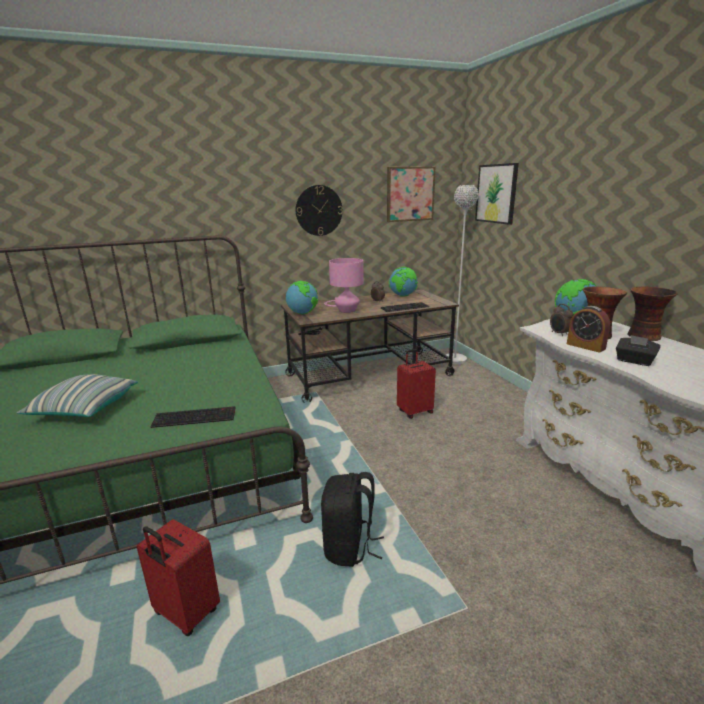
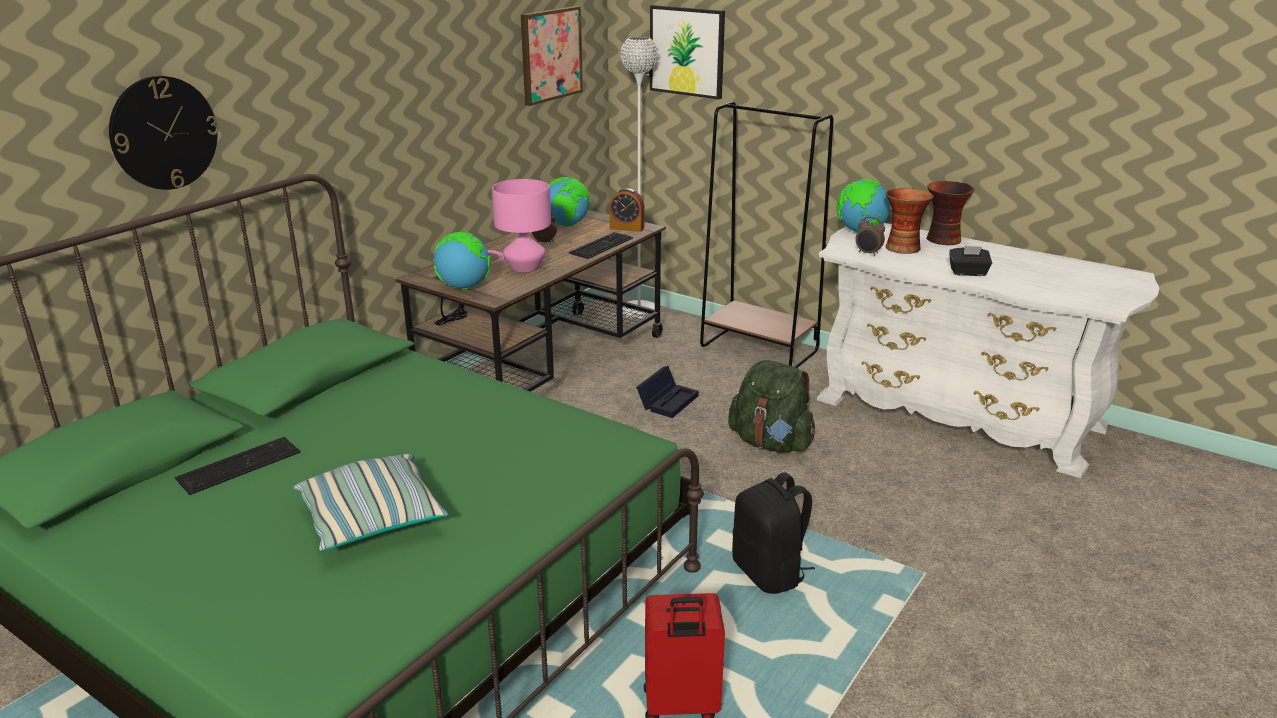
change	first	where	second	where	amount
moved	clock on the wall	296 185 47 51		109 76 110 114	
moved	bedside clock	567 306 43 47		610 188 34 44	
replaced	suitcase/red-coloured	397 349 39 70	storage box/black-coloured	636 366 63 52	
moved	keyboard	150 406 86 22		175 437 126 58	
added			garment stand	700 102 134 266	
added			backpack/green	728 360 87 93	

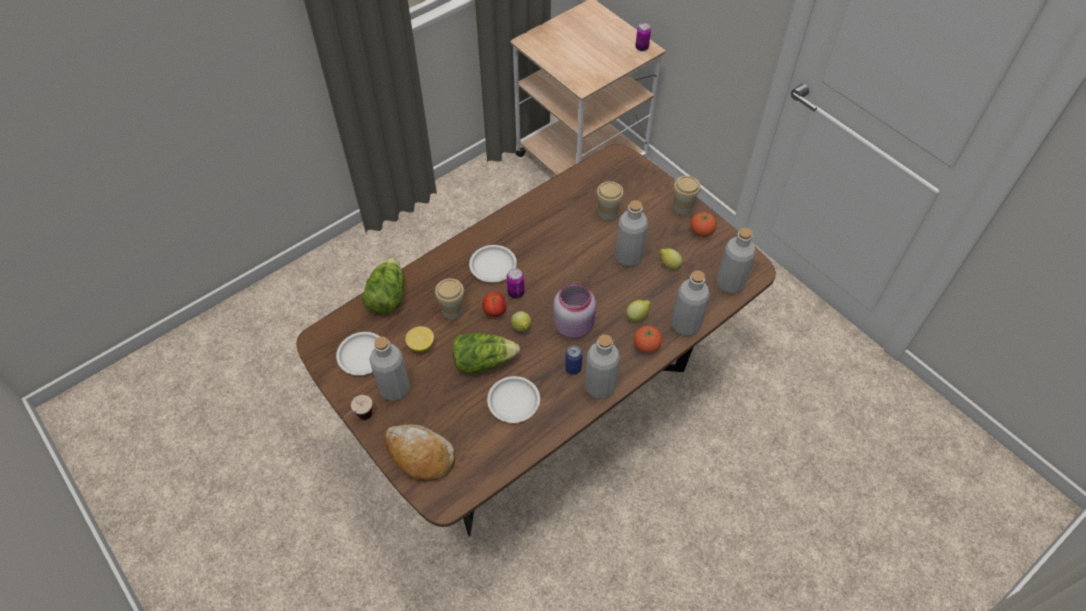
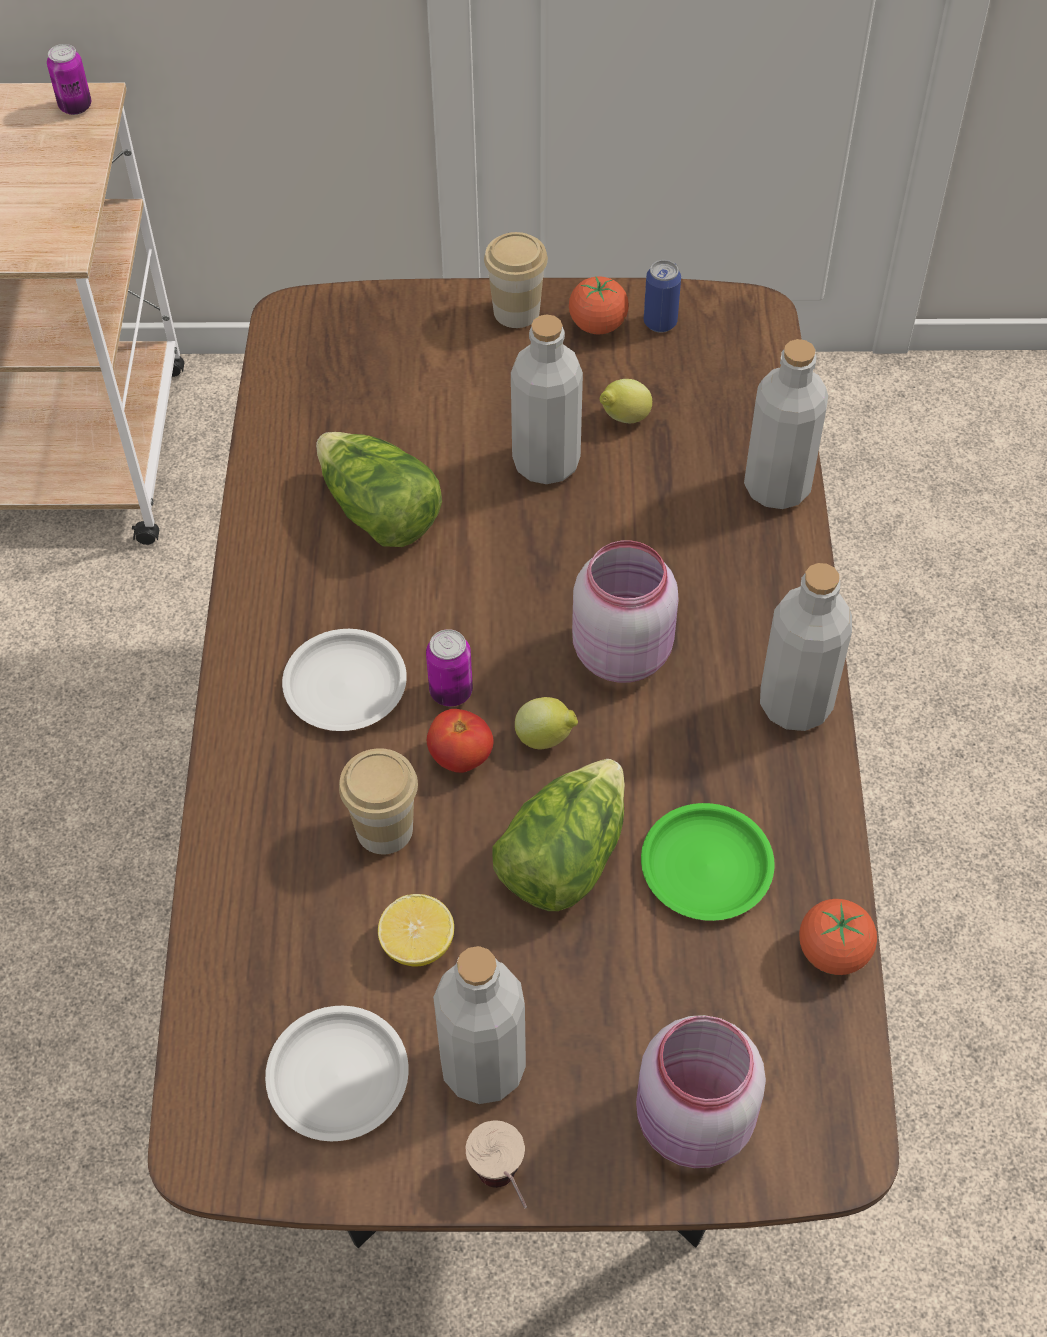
change	first	where	second	where	amount
removed	small cup	597 181 27 40			
removed	drink bottle/grey	716 228 40 66			
moved	lettuce head	362 257 42 58		316 432 126 115	
removed	citrus fruit	626 300 25 22			
moved	tomato	634 326 28 27		799 899 78 76	
moved	sealed can	565 345 18 30		644 260 37 73	
recoloured	flat dish/whitish	487 376 53 47	flat dish/green	641 803 134 118	
replaced	bakery bread	385 424 70 56	jar/pink-coloured	636 1015 130 153	

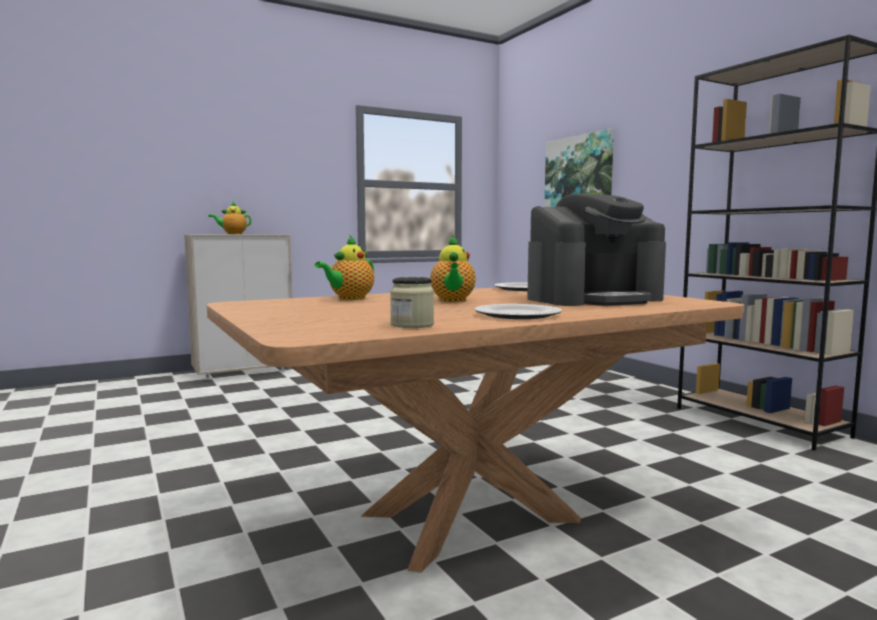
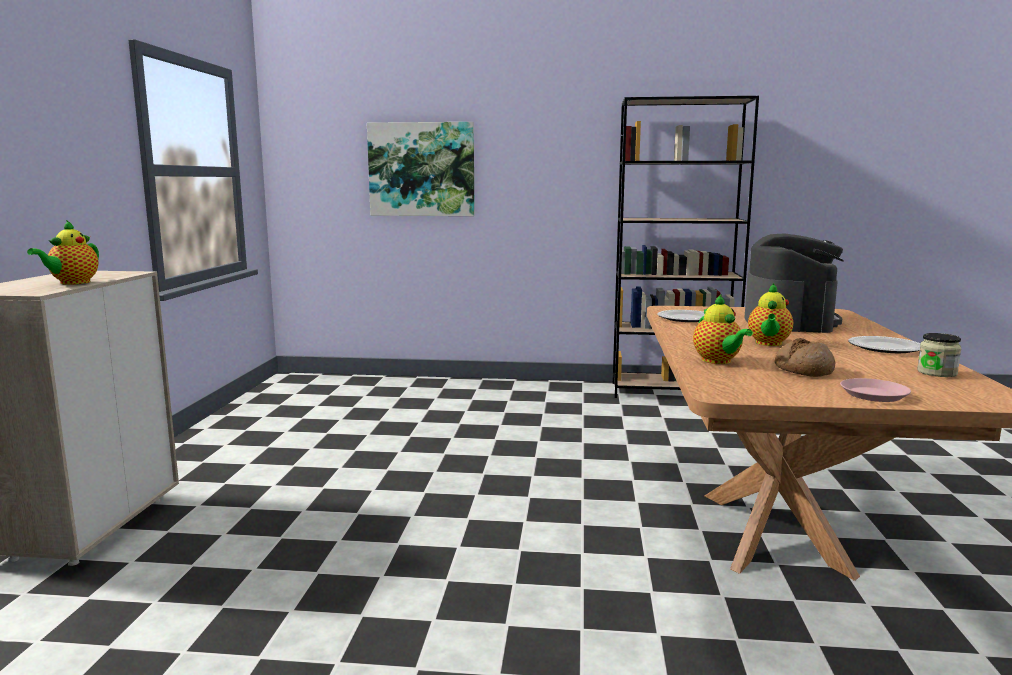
change	first	where	second	where	amount
turned	teapot	430 236 46 66		748 283 45 63	75 degrees clockwise
added			bakery bread	774 338 61 39	
added			flat dish/pink-coloured	840 378 71 24	

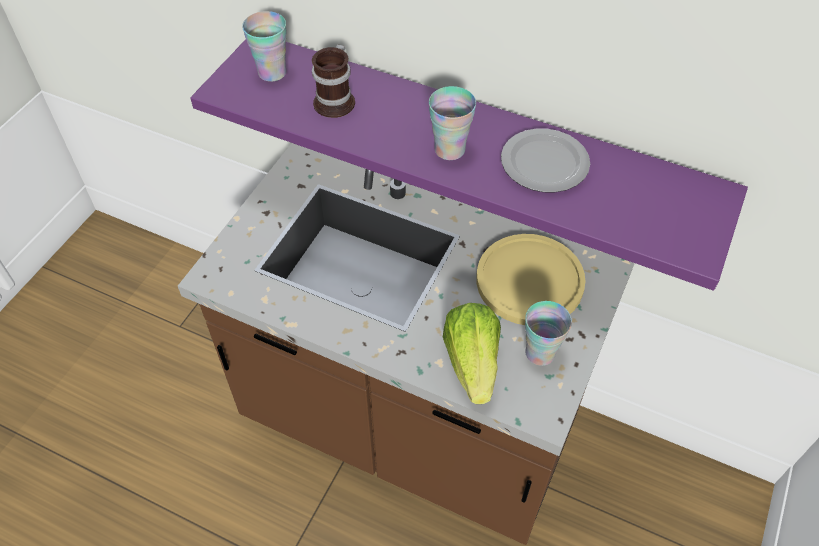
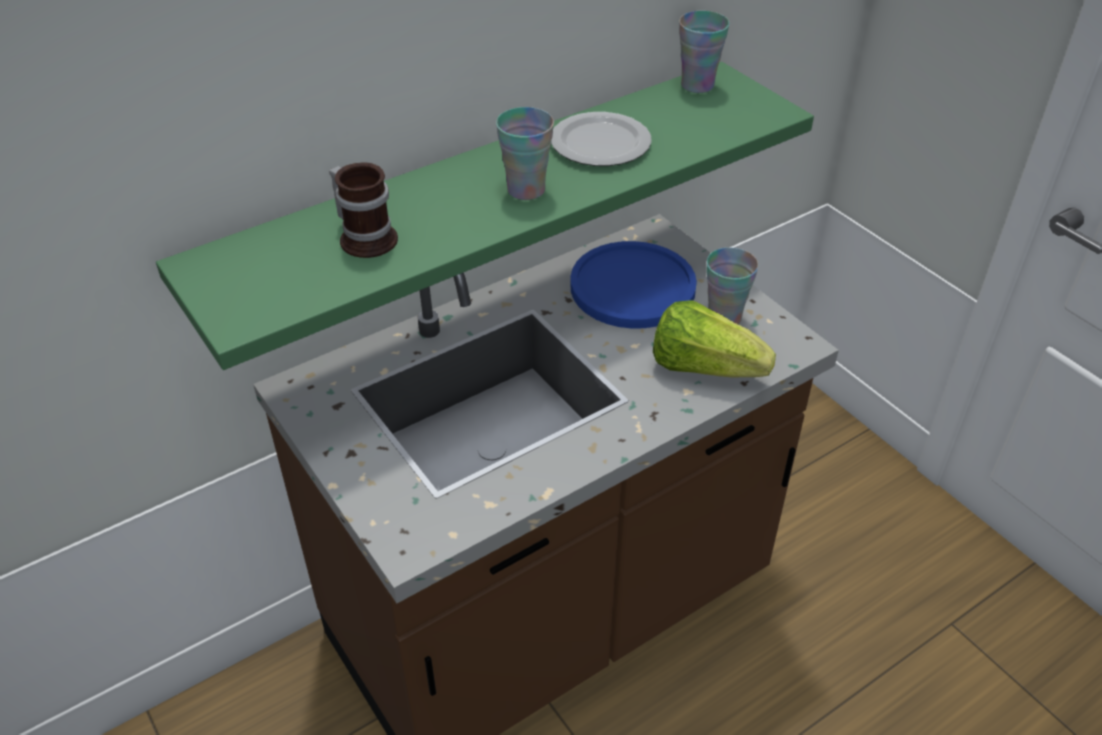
change	first	where	second	where	amount
moved	small cup	242 11 44 71		679 11 51 82	
recoloured	bracket shelf/purple	190 39 558 252	bracket shelf/green	156 62 658 308	
recoloured	flat dish/yellow-coloured	476 234 109 91	flat dish/blue	570 241 127 88	

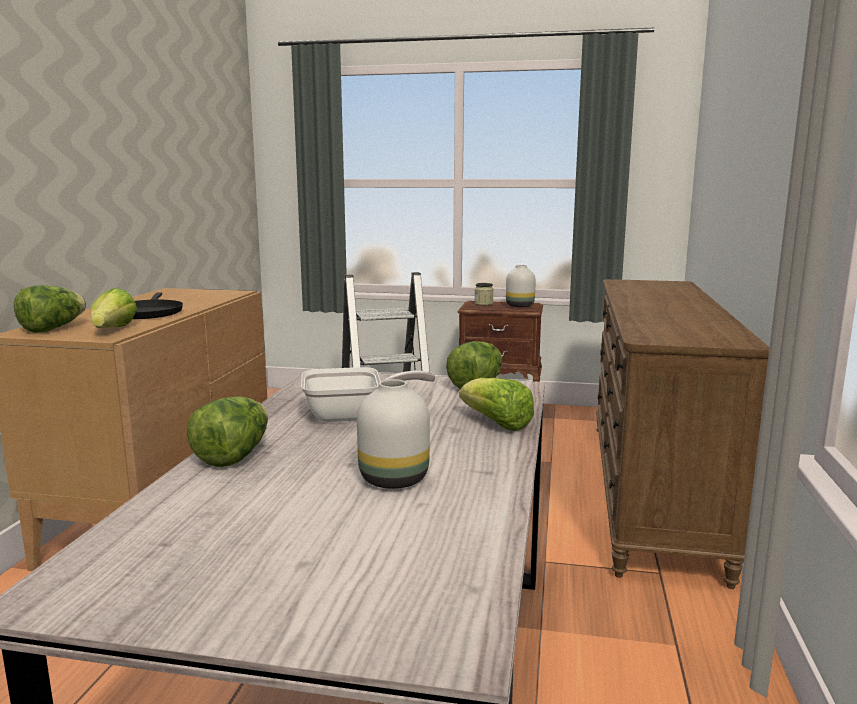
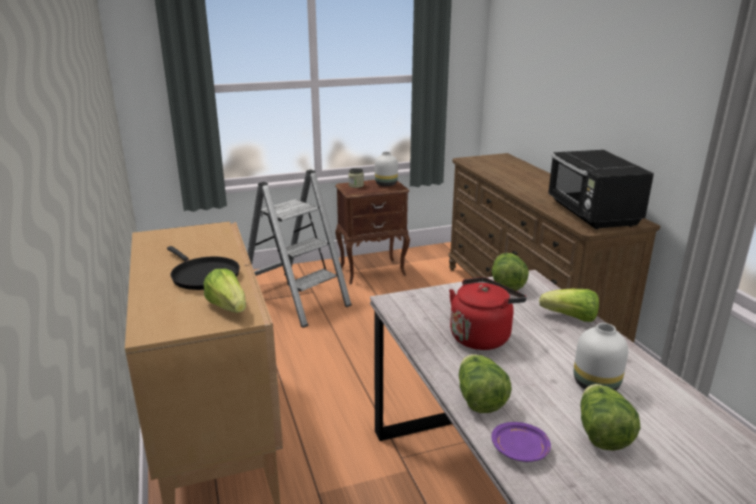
change	first	where	second	where	amount
moved	lettuce head	14 285 72 48		580 384 60 67	
replaced	skillet	301 367 135 55	water kettle/red-coloured	449 277 78 73	
added			microwave oven/black-coloured	548 150 106 79	
added			flat dish/purple	491 422 60 40	

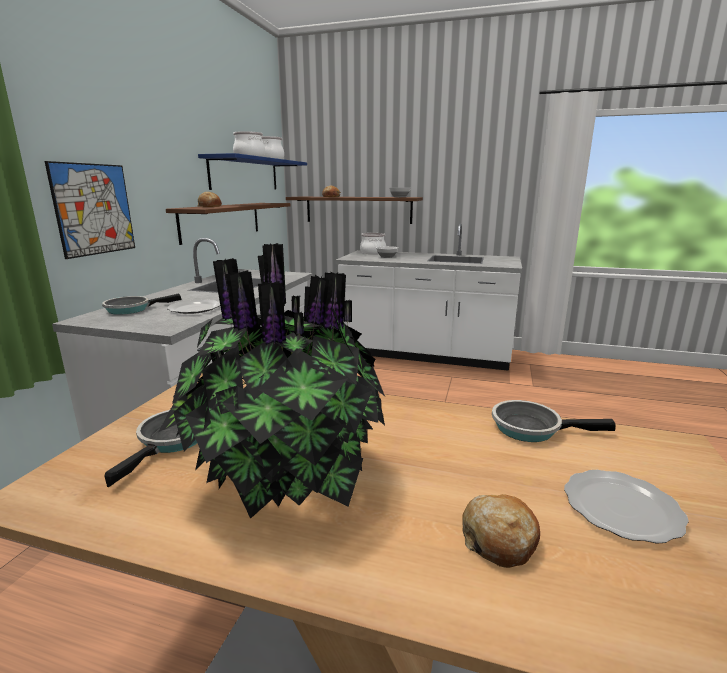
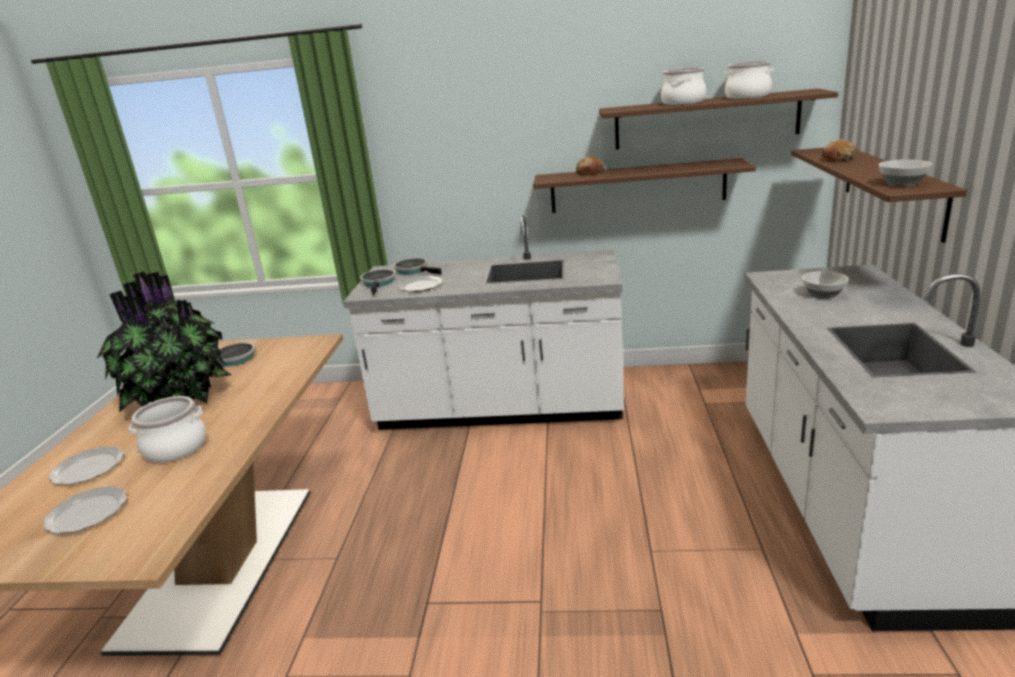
change	first	where	second	where	amount
recoloured	bracket shelf/blue	198 153 109 37	bracket shelf/brown-coloured	599 89 239 61	
removed	wall art	45 161 90 98			
moved	stockpot	360 233 26 21		129 396 77 67	
moved	skillet	492 400 124 42		360 269 36 26	
replaced	bakery bread	462 494 78 74	flat dish	49 446 75 39	

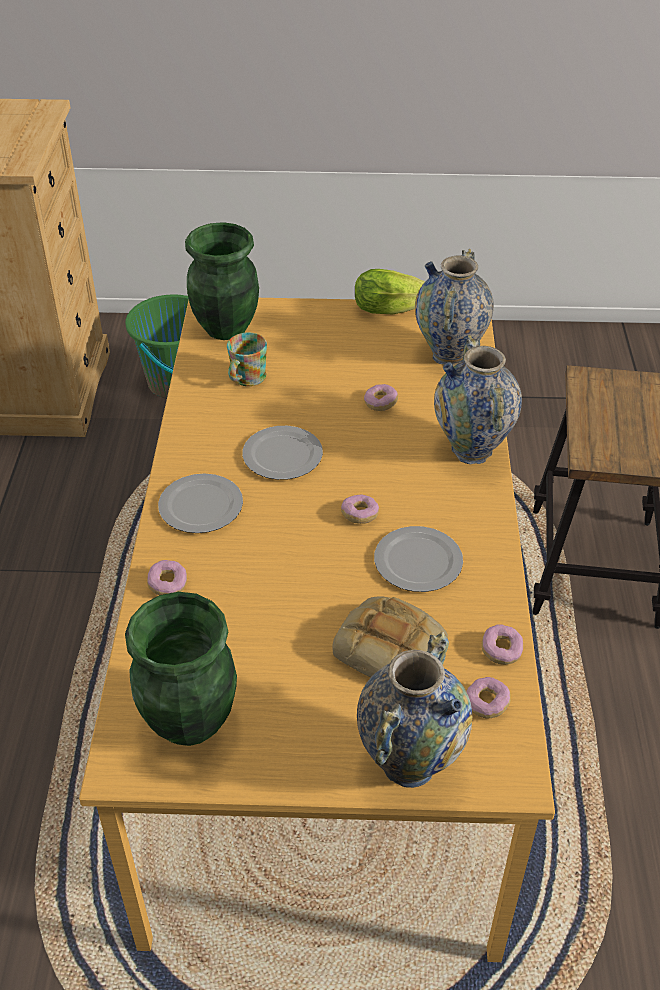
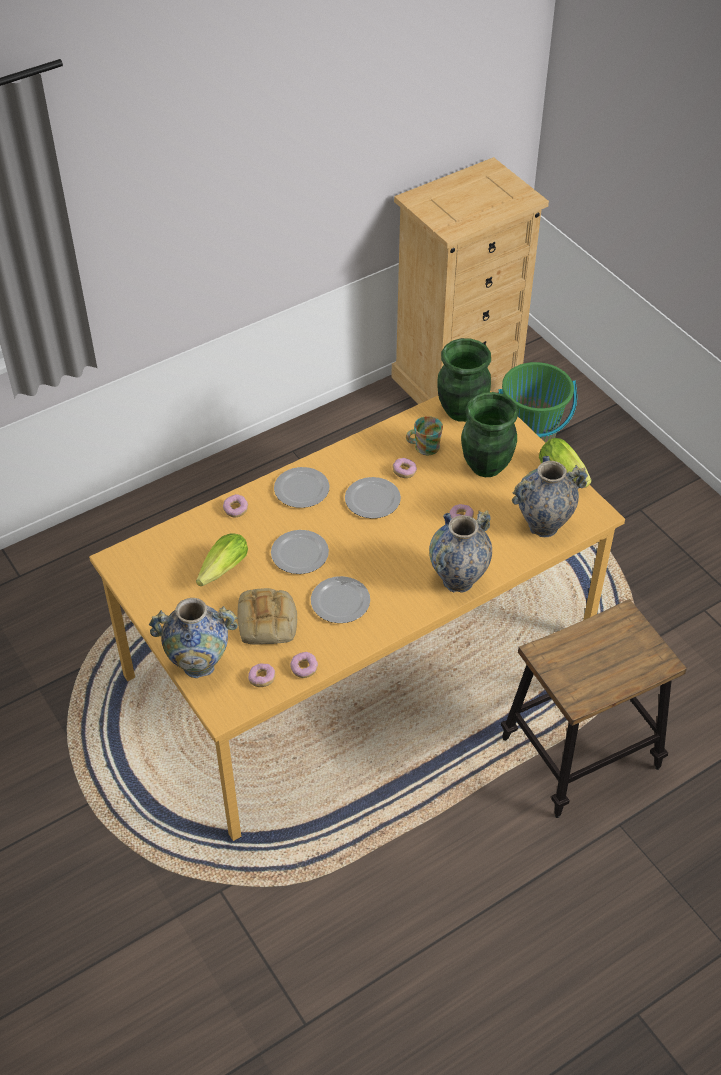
change	first	where	second	where	amount
moved	donut	341 494 38 30		392 458 25 20	
moved	decorative vase/green	125 592 112 154		461 392 57 85	
added			flat dish	271 530 58 44	
added			lettuce head	196 533 52 53	

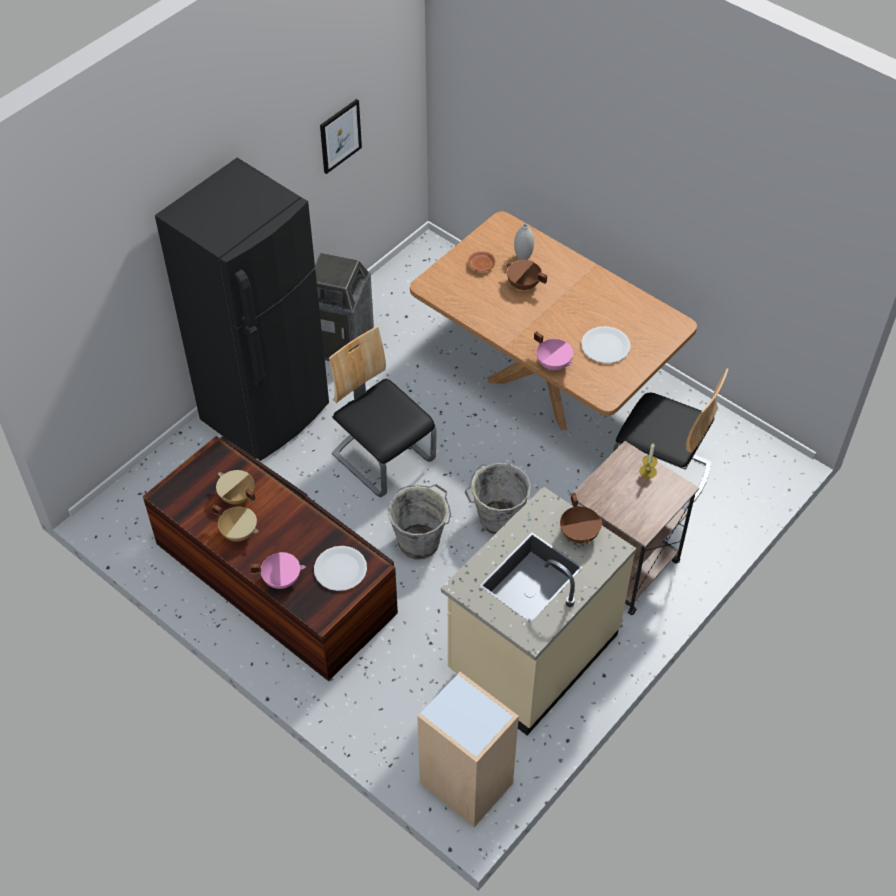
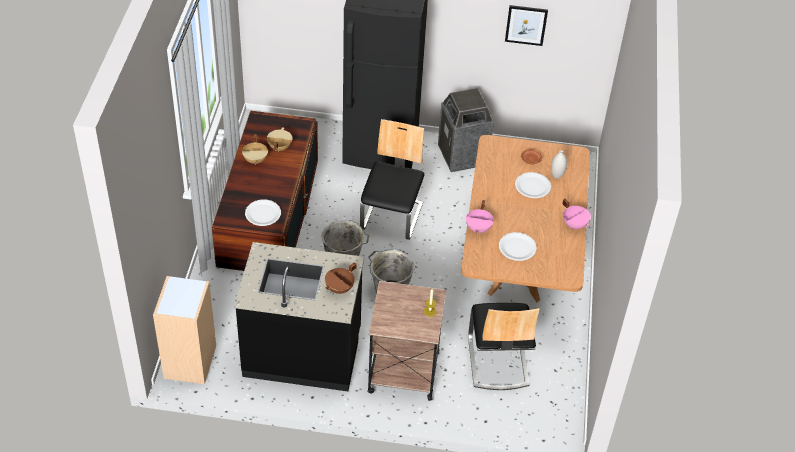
change	first	where	second	where	amount
replaced	stockpot/brown-coloured	505 260 42 30	flat dish/whitish	515 172 36 26	
recoloured	counter/beige-coloured	441 486 195 249	counter/black-coloured	234 242 130 149	
moved	stockpot/pink-coloured	250 552 56 37		562 199 29 30	

